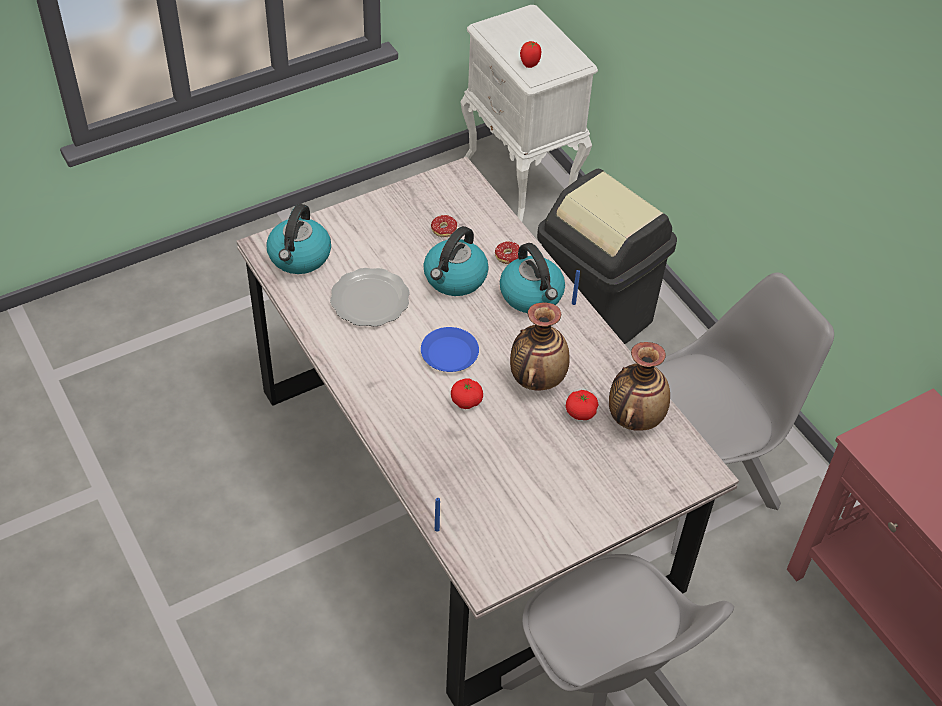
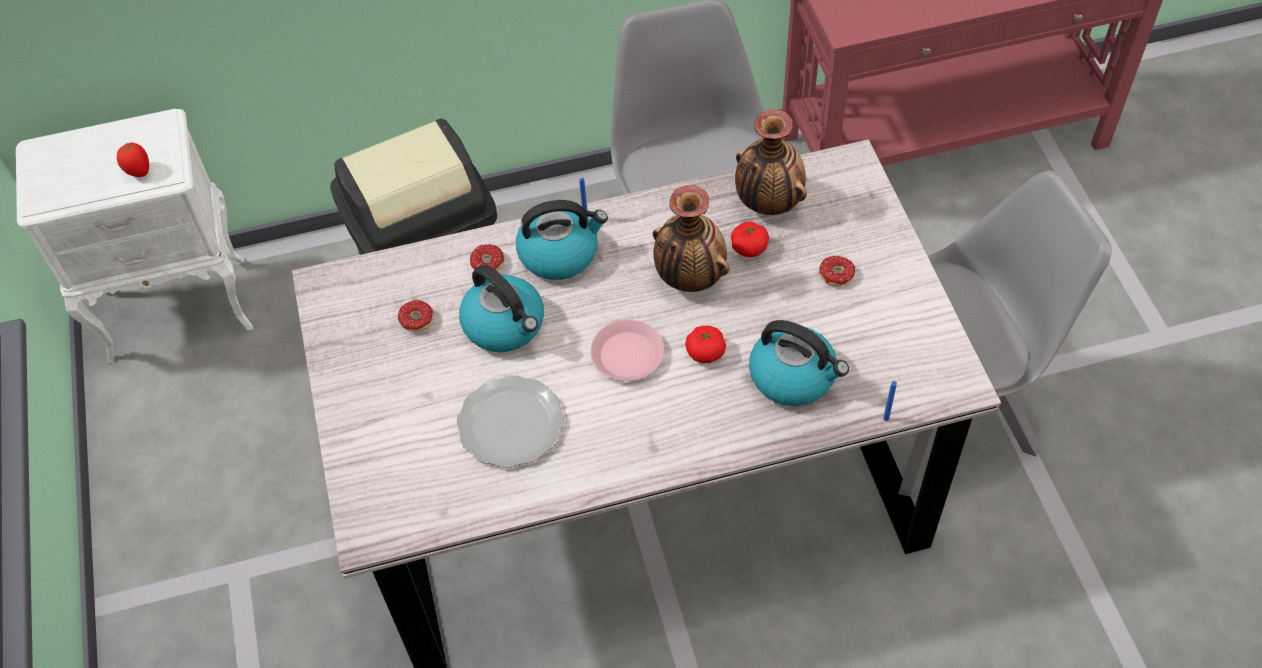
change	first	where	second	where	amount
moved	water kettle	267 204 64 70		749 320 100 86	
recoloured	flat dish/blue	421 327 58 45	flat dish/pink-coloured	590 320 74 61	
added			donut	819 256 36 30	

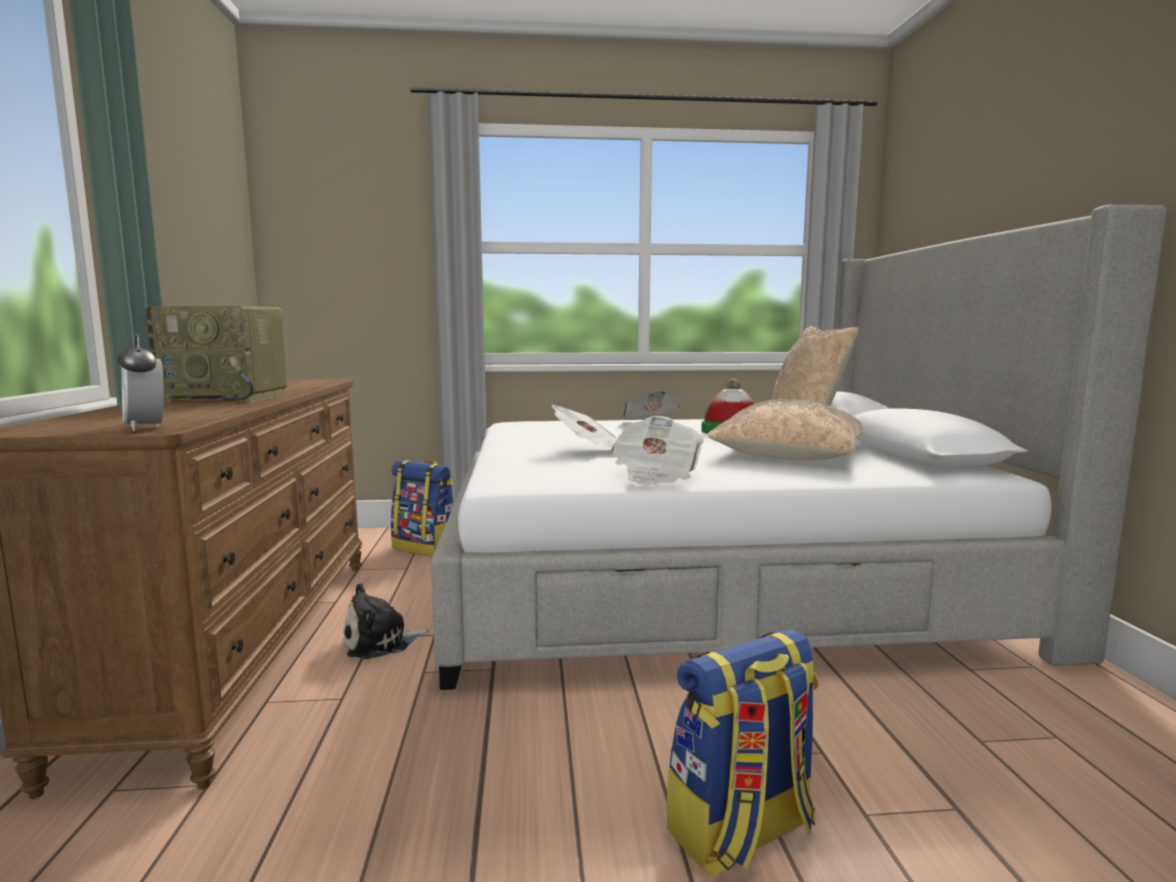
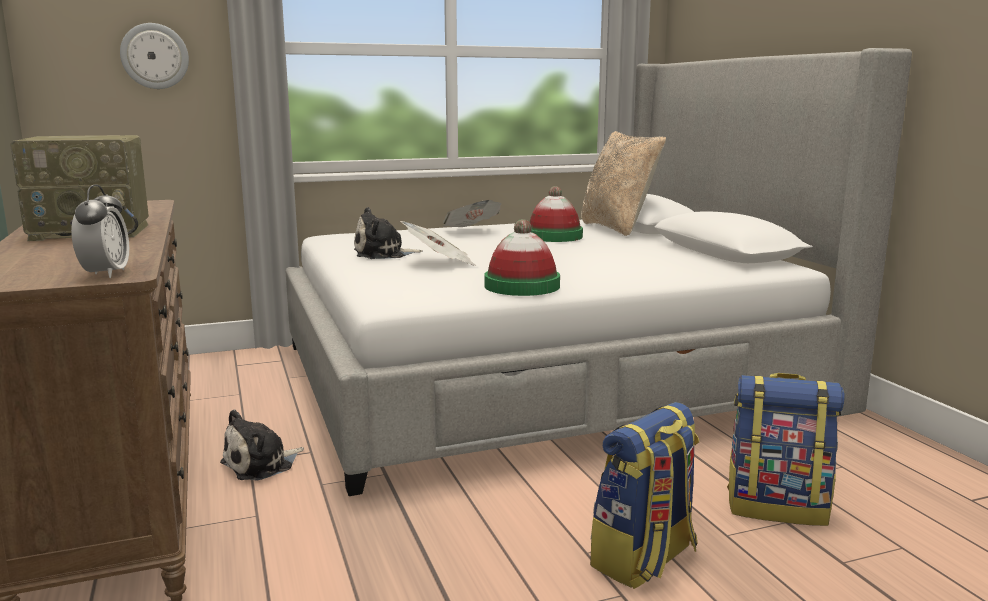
change	first	where	second	where	amount
turned	bedside clock	118 334 46 97		71 185 58 93	135 degrees counterclockwise
removed	throw pillow/beige-coloured	707 399 158 61			
replaced	daily paper	612 416 92 70	wearable hat	484 219 76 77	
moved	backpack	391 460 62 97		727 373 118 153	
added			clock on the wall	120 23 69 66	
added			soft toy	354 207 69 52	

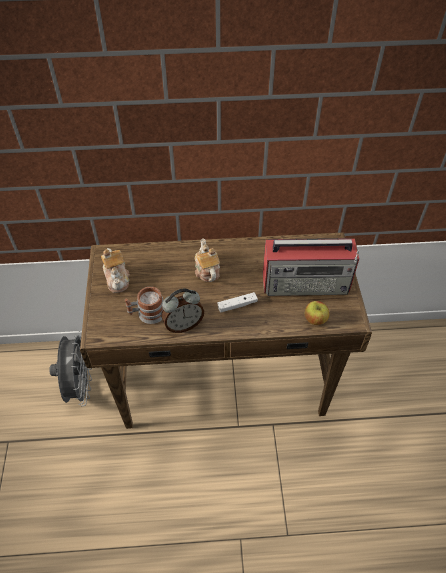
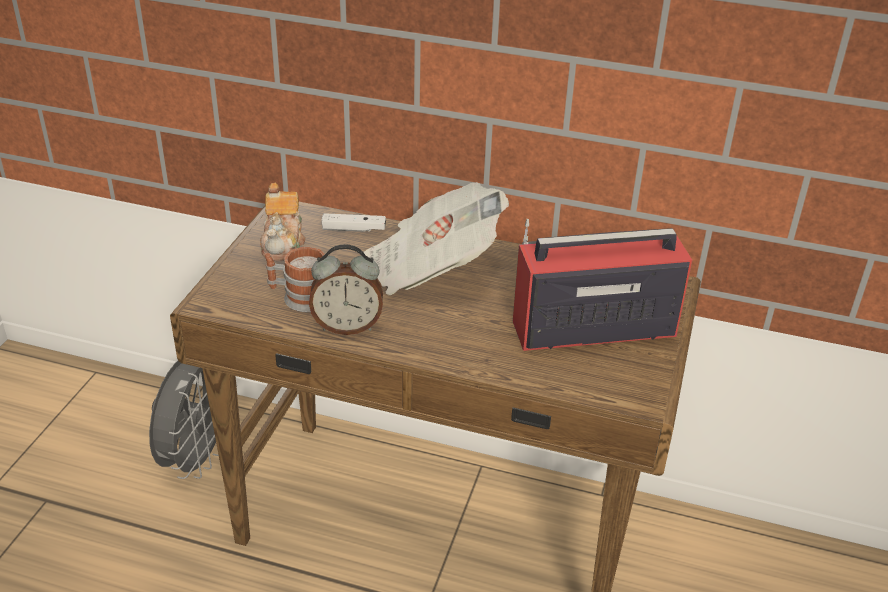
change	first	where	second	where	amount
turned	radio	263 238 96 58		513 219 180 132	150 degrees clockwise
replaced	teapot	195 239 25 43	daily paper	361 182 148 114	
moved	joypad/whitish	218 292 40 21		321 213 65 19	
removed	whole apple	305 301 24 24			

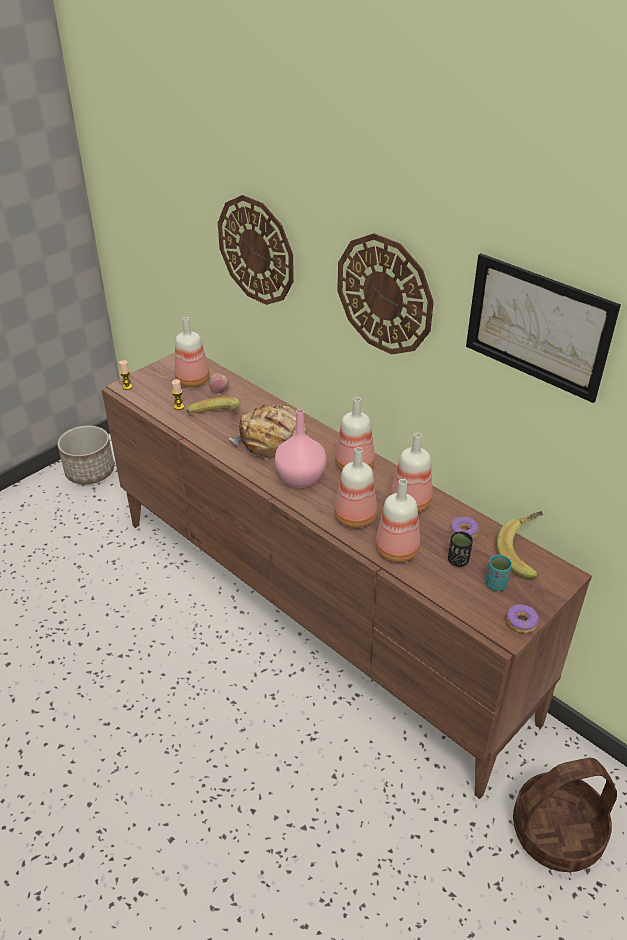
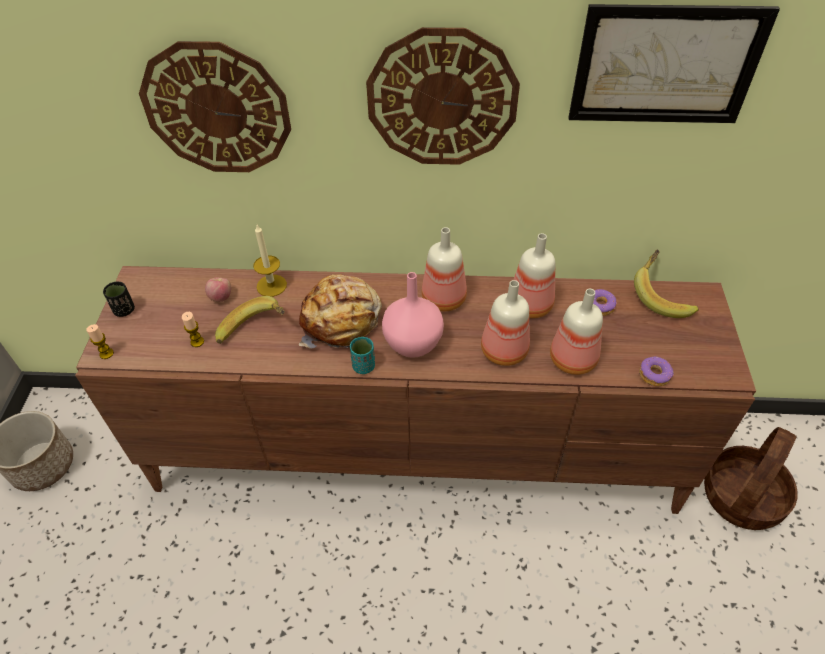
change	first	where	second	where	amount
removed	drink bottle	174 317 36 70			
moved	small cup/black-coloured	448 531 25 36		103 282 32 35	
moved	small cup/turquoise	485 555 27 36		350 337 25 37	
moved	donut	506 604 33 29		639 356 35 30	
added			wax light	253 225 34 72	

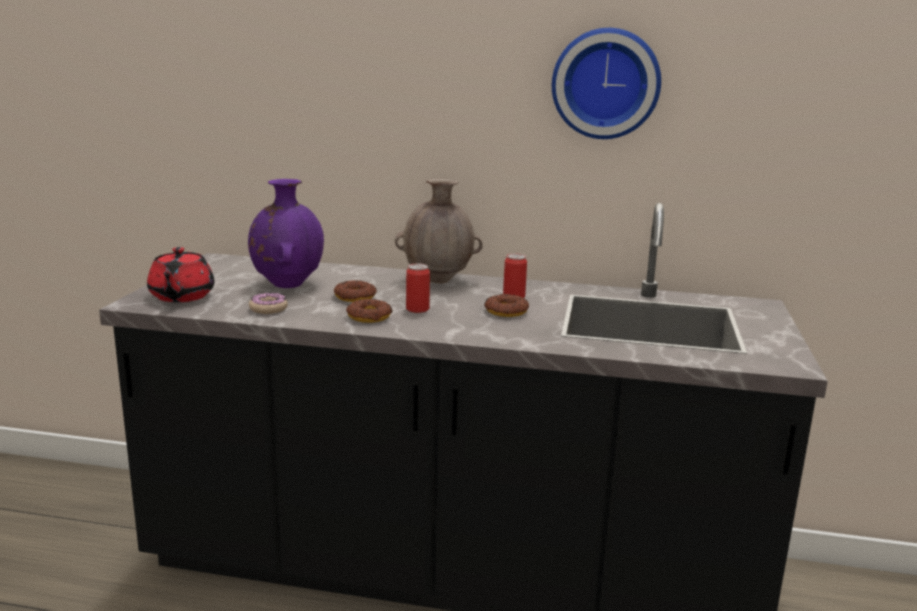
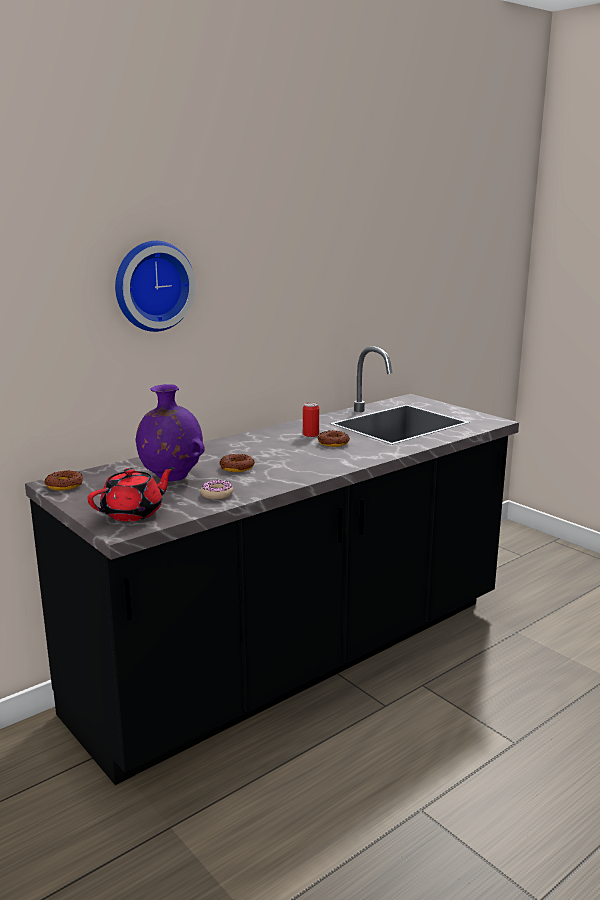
change	first	where	second	where	amount
moved	clock on the wall	552 28 109 111		115 241 81 91	
removed	decorative vase/brown-coloured	395 178 88 105			
turned	teapot/red-coloured	147 247 68 55		88 467 87 54	75 degrees counterclockwise
removed	sealed can	406 263 24 50			
moved	donut	346 299 46 24		44 470 39 21	

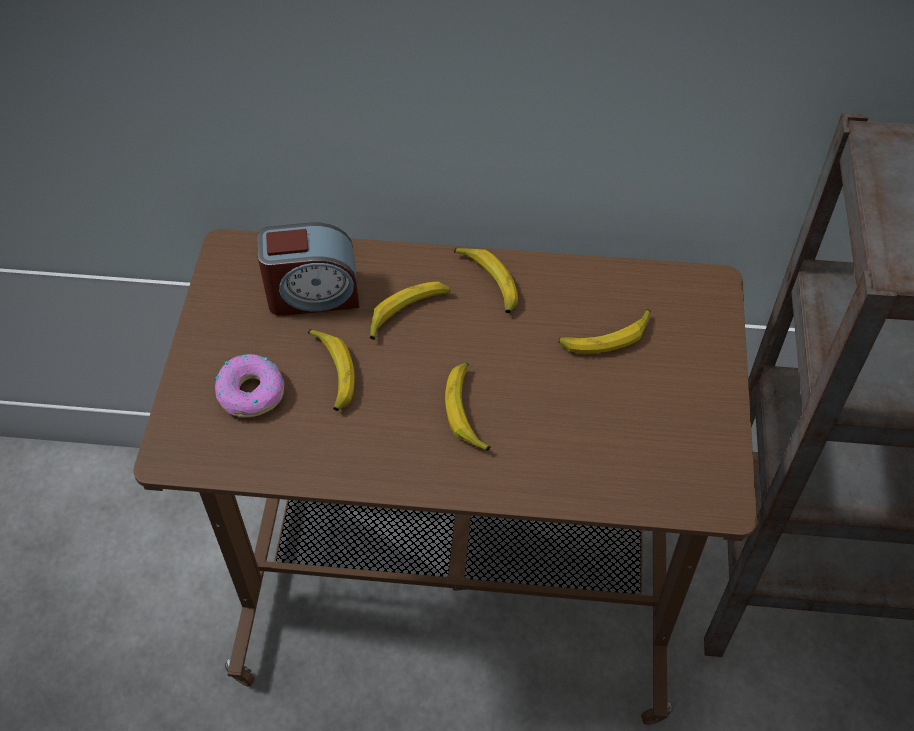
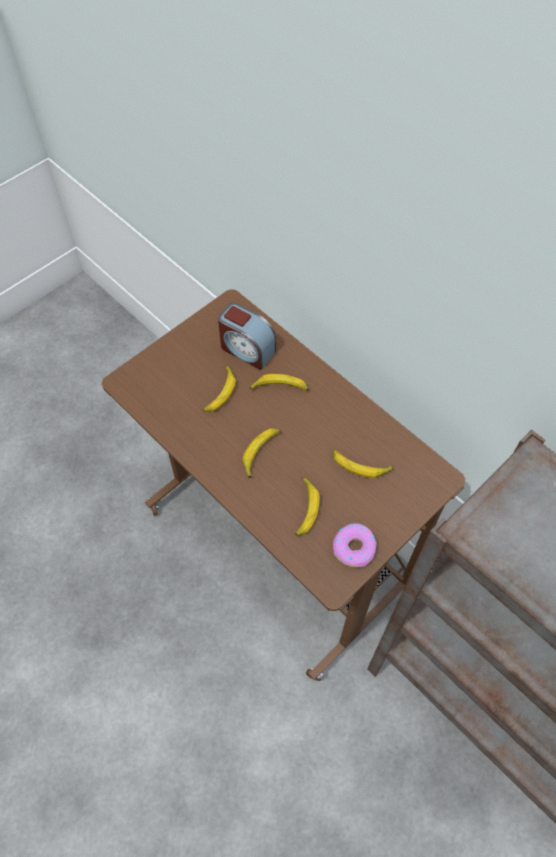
change	first	where	second	where	amount
moved	whole banana	454 248 64 65		295 477 25 59	
moved	donut	215 354 70 63		333 523 44 44	

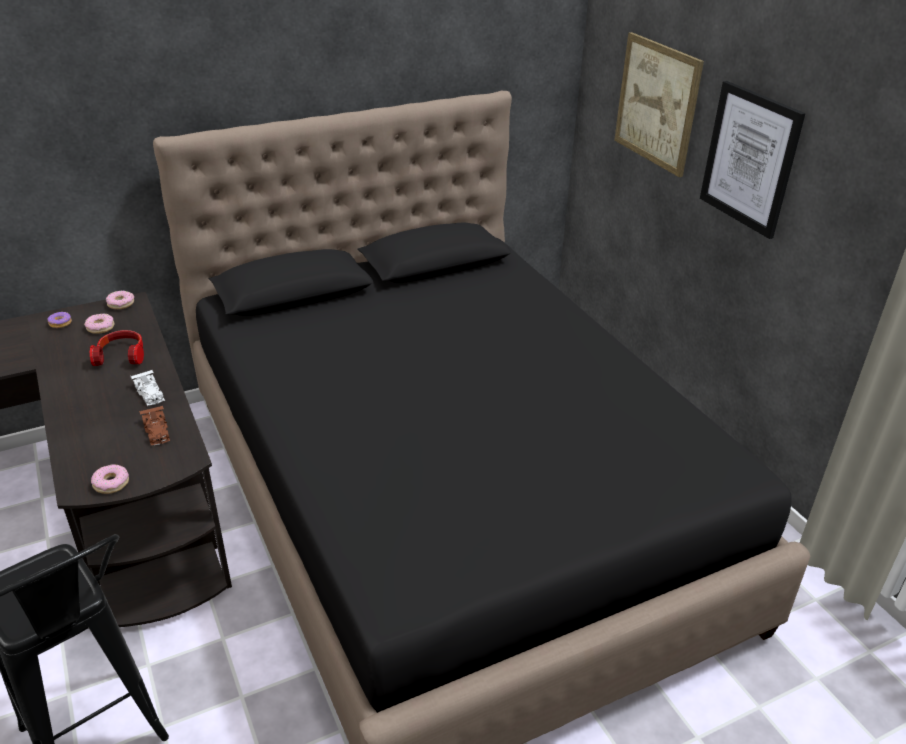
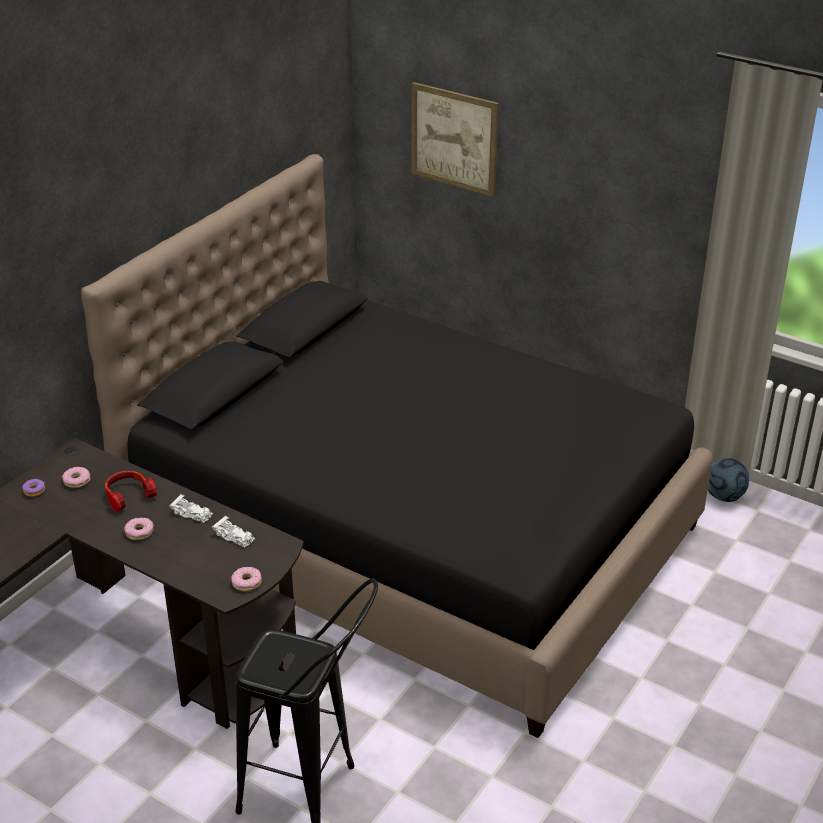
change	first	where	second	where	amount
removed	wall art	700 81 105 158			
moved	donut	106 291 28 18		124 518 30 22	
recoloured	miniature car/brown-coloured	139 406 31 39	miniature car/whitish	212 515 43 33	
added			football	708 458 41 44	

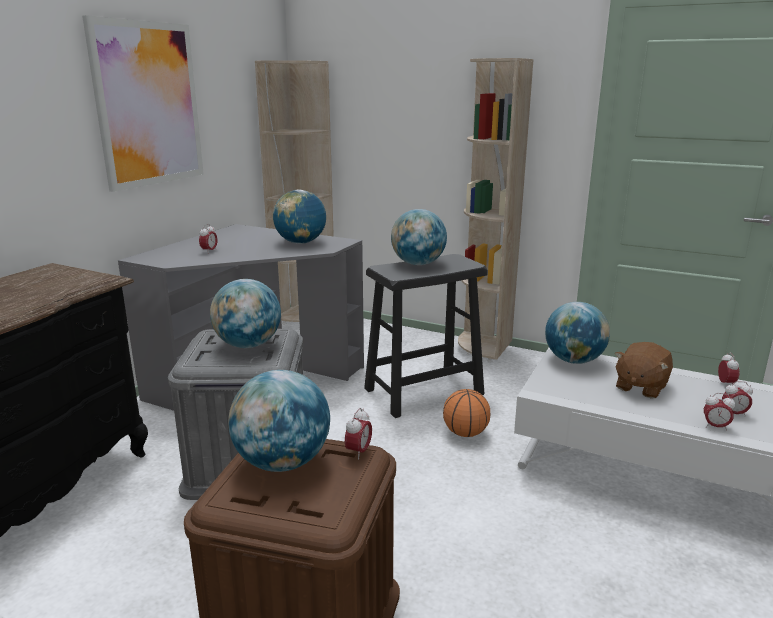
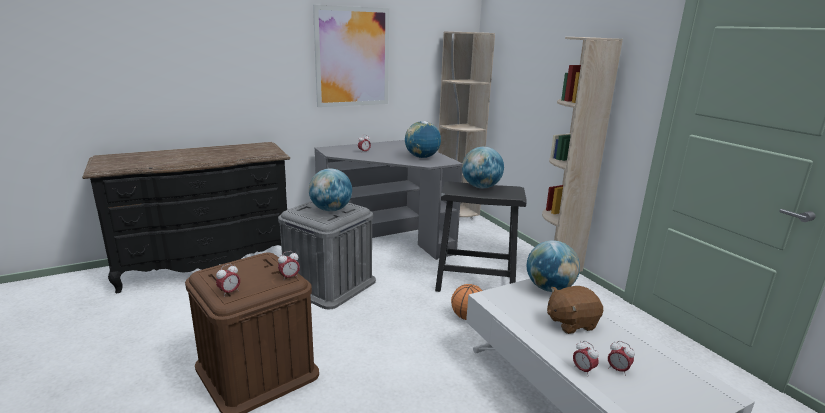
change	first	where	second	where	amount
moved	bedside clock	718 353 22 32		216 264 24 33	
removed	world globe	228 370 102 102			

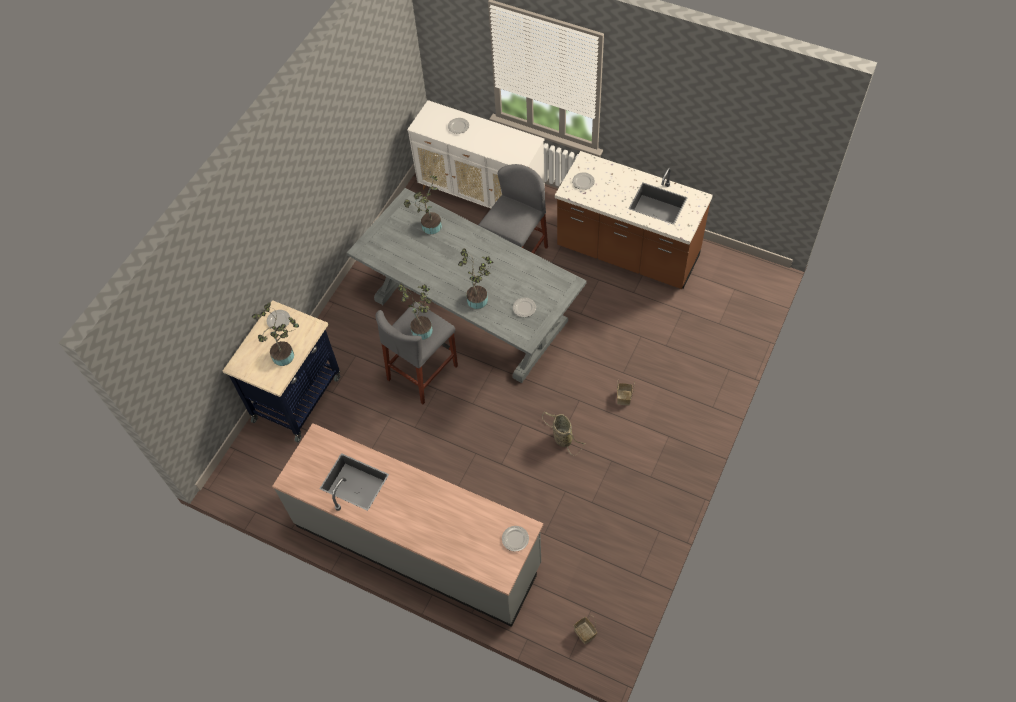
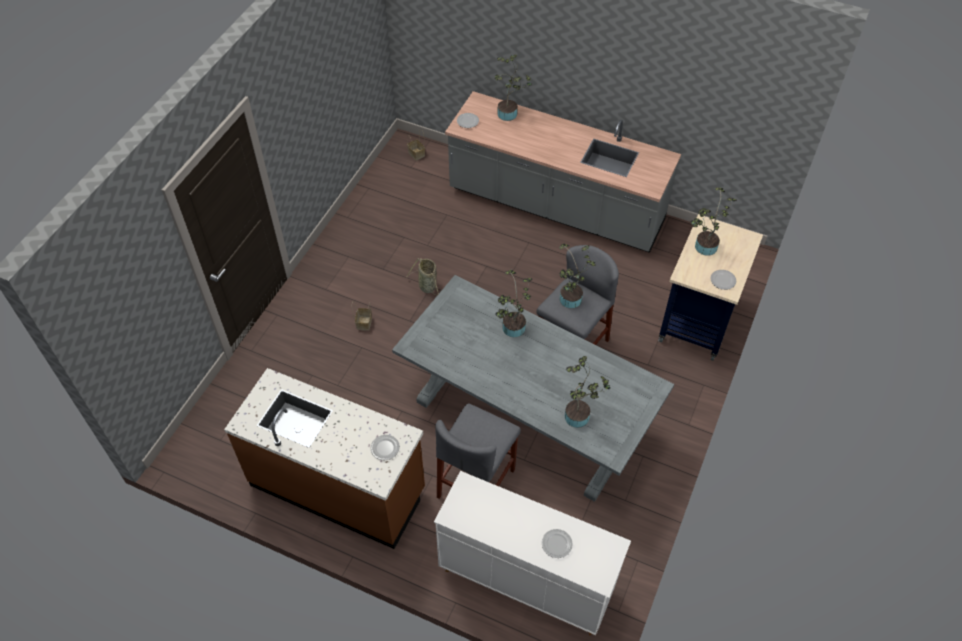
change	first	where	second	where	amount
removed	flat dish	513 298 23 19			
added			plant in a pot	495 55 37 66	

